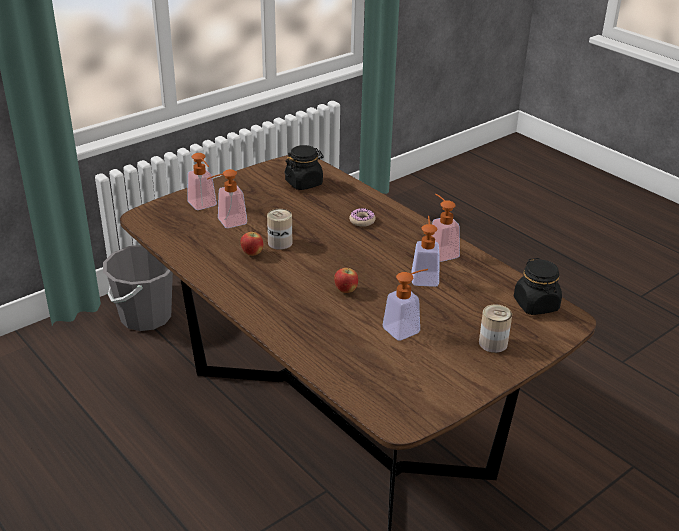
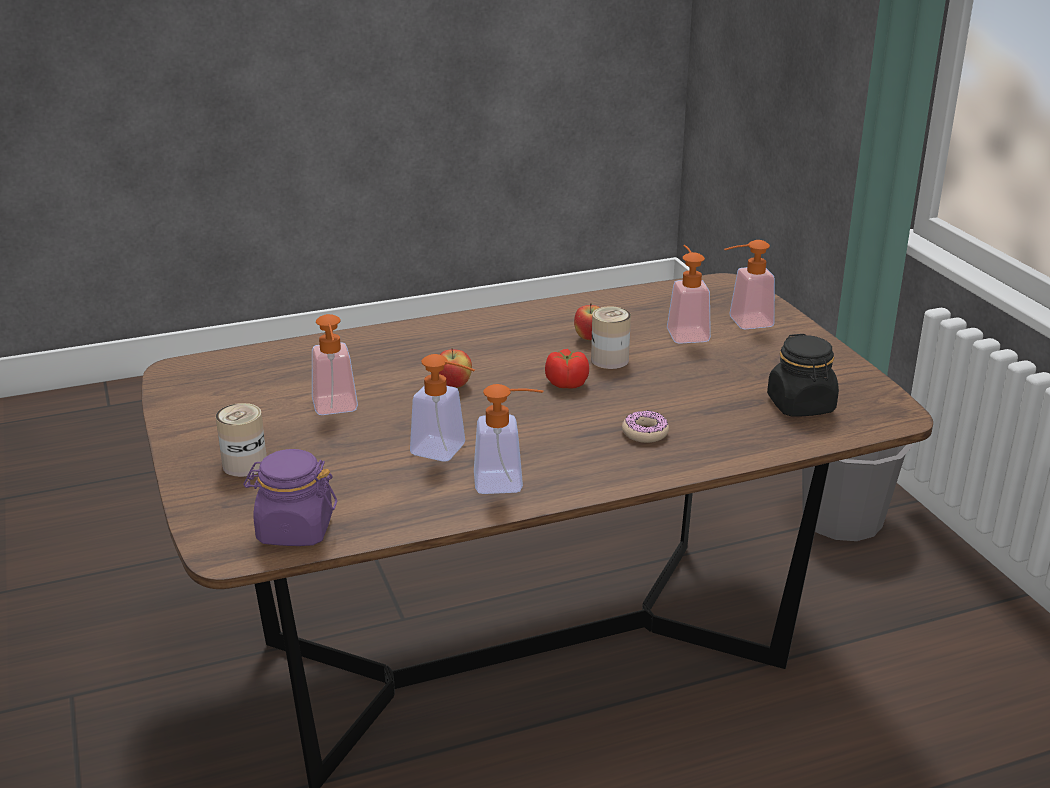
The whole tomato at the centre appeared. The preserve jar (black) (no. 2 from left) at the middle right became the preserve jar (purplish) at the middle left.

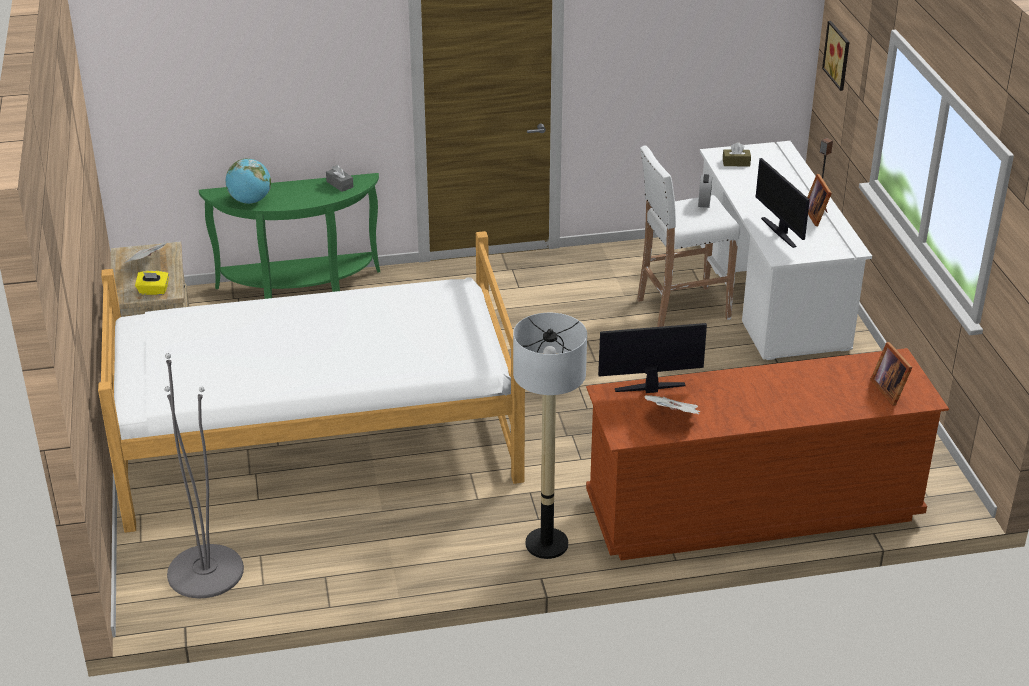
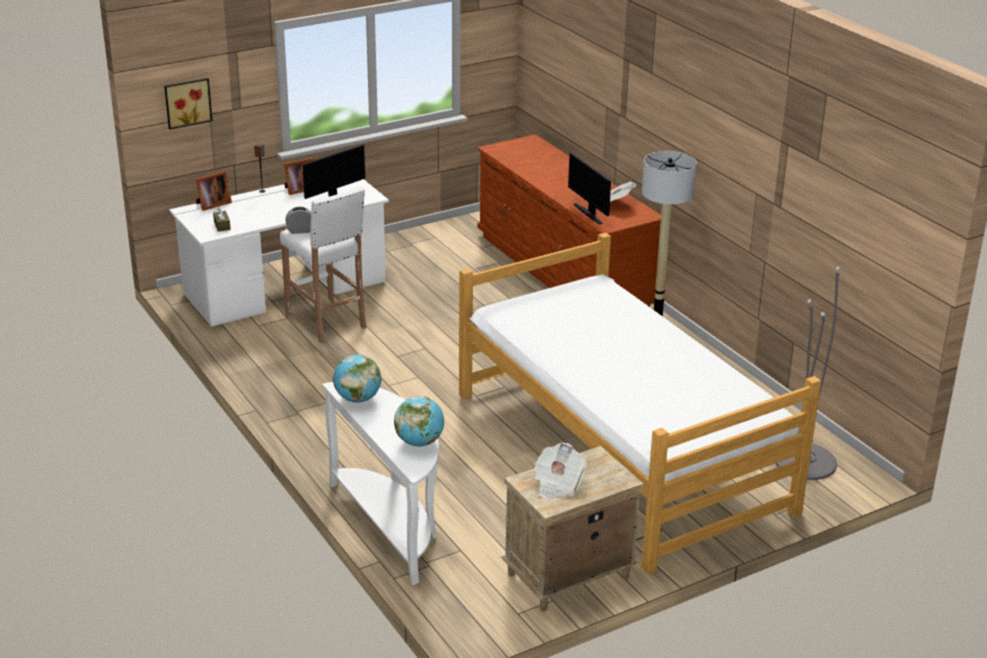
The box of tissues (yellow) at the middle left disappeared. The picture frame (no. 2 from left in the first image) moved from the middle right to the top left. The box of tissues (greyish) at the top left was replaced by the desk globe (no. 1 from left) at the centre. The narrow table (green) at the middle left became the narrow table (whitish) at the bottom centre.

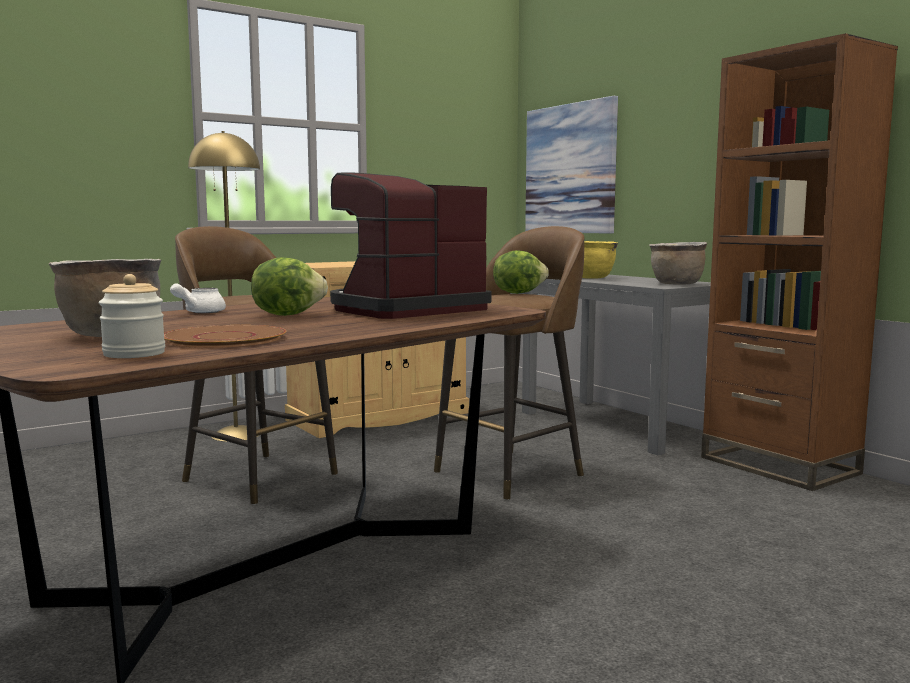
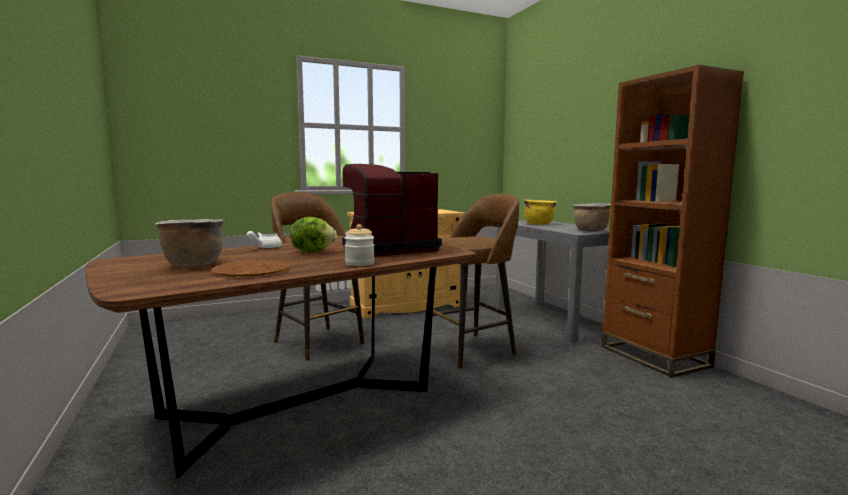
The standard lamp (yellow) at the middle left disappeared. The lettuce head (no. 2 from left) at the centre disappeared. The wall picture at the top centre disappeared. The preserve jar moved from the middle left to the centre.

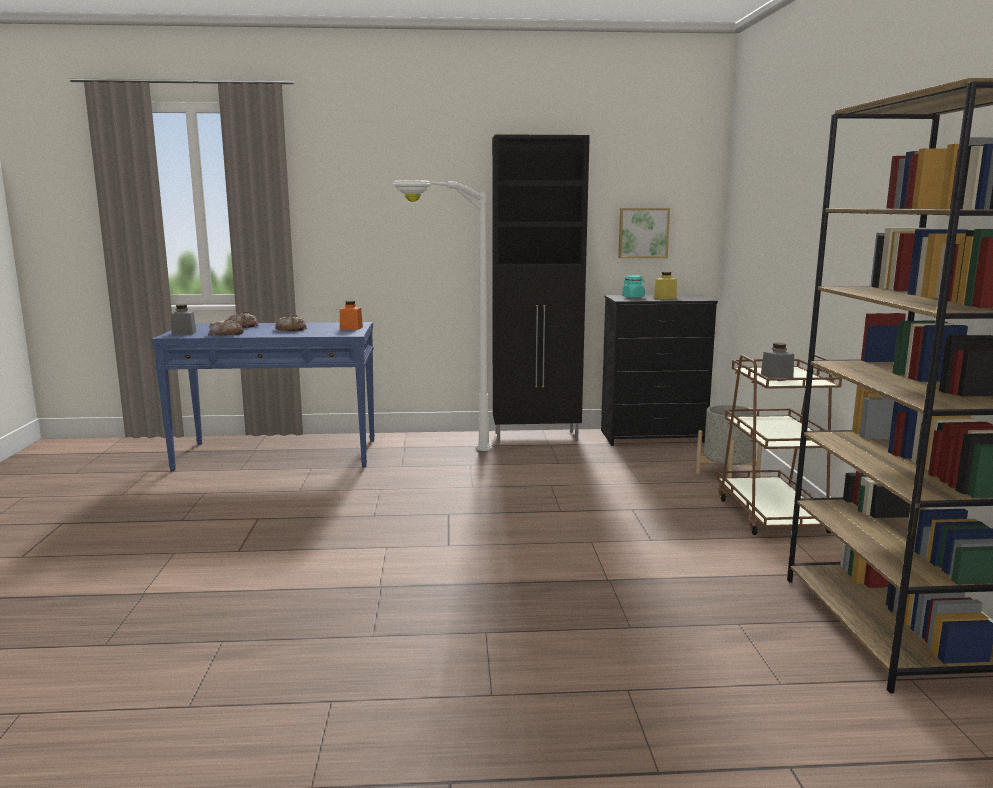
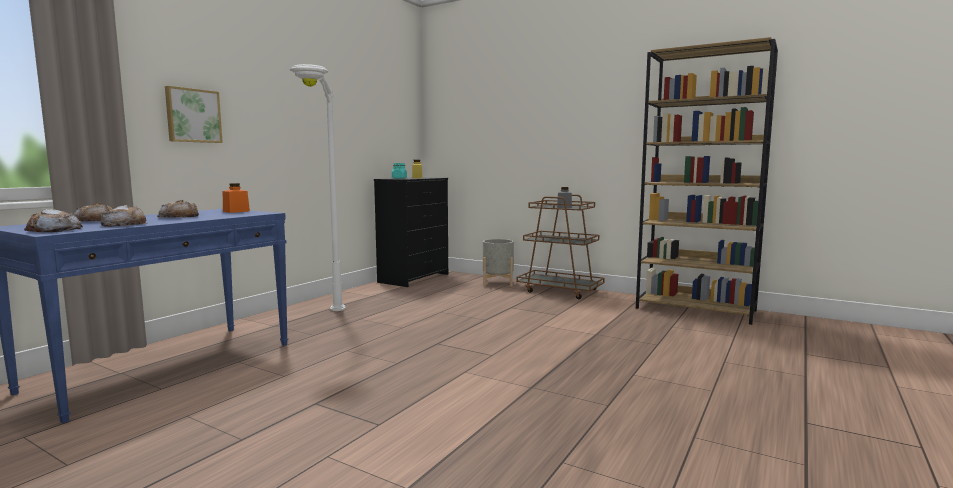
The cabinet (black) at the centre disappeared. The wall picture moved from the top centre to the top left. The preserve jar (greyish) (no. 1 from left) at the middle left was replaced by the bakery bread (no. 1 from left) at the middle left.

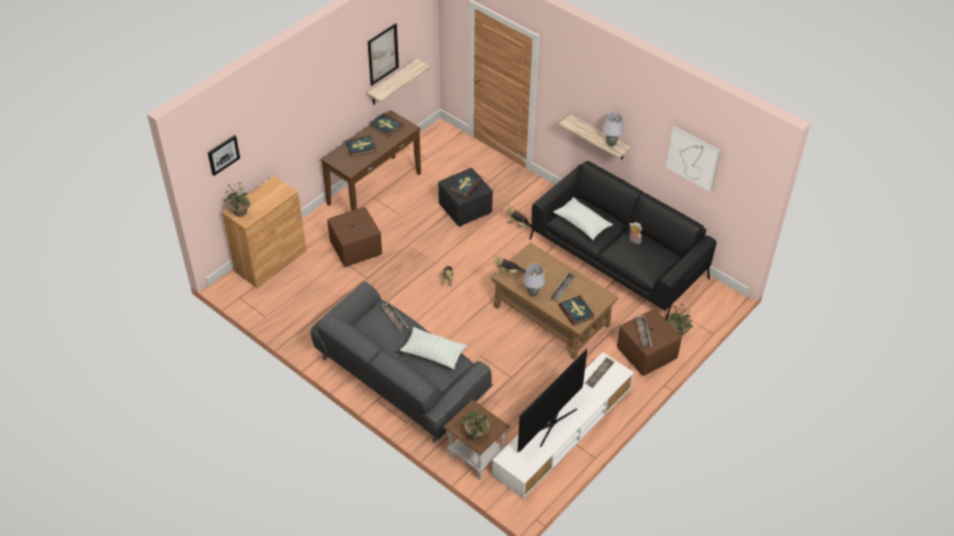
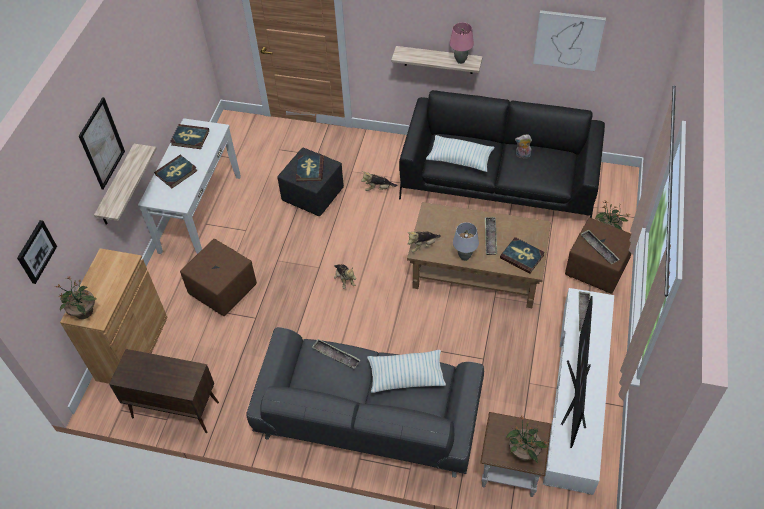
The cabinet (brown) (no. 2 from left) at the bottom left appeared. The bracket shelf (no. 1 from left) moved from the top centre to the middle left. The wall picture (no. 2 from left) moved from the top centre to the top left. The narrow table (brown) at the top centre became the narrow table (whitish) at the middle left. The table lamp (greyish) (no. 2 from left) at the top centre became the table lamp (pinkish) at the top centre.

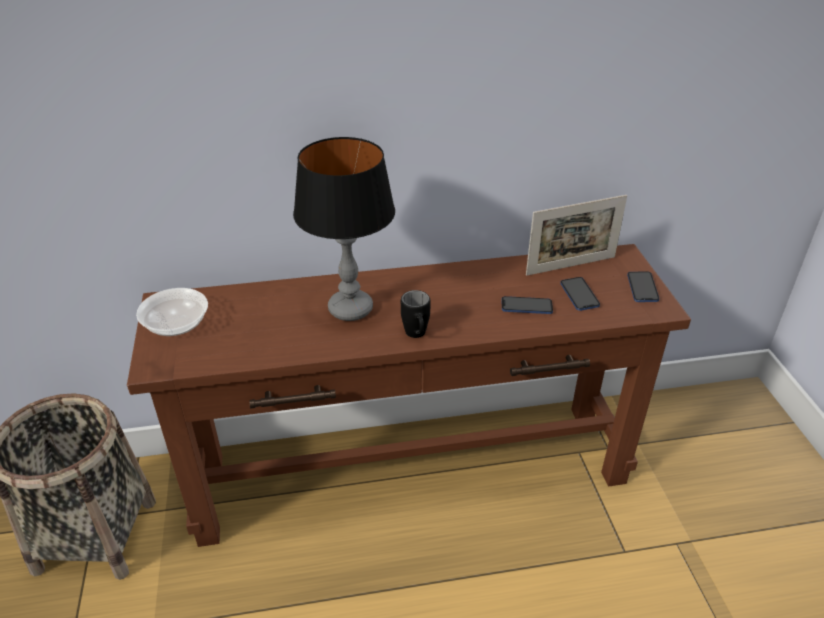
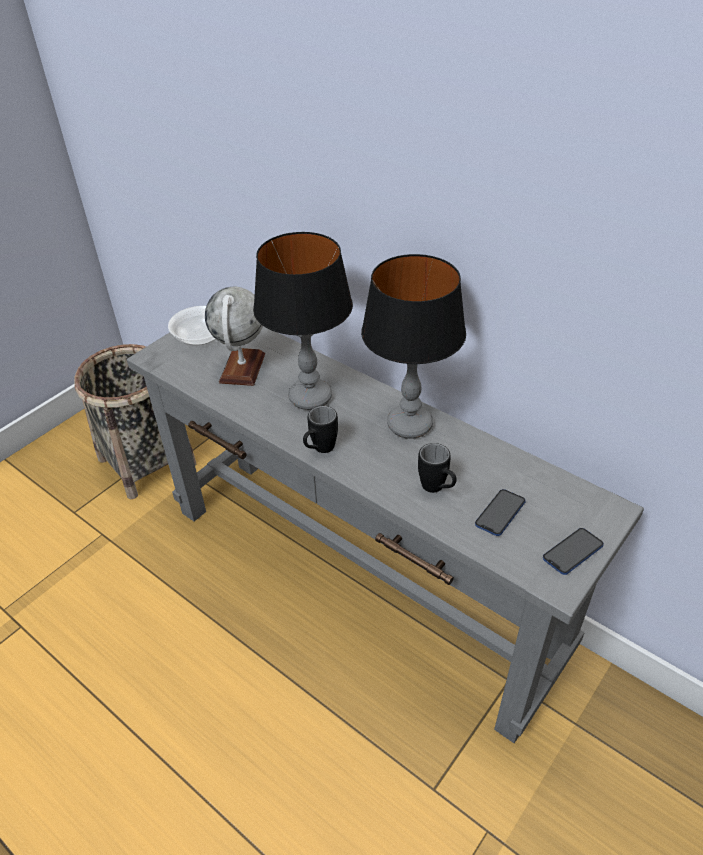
The picture frame at the middle right disappeared. The desk globe at the centre appeared. The table lamp (no. 2 from left) at the centre appeared. The phone (no. 1 from left) at the centre was replaced by the mug (black) (no. 2 from left) at the centre. The narrow table (brown) at the centre became the narrow table (greyish) at the centre.

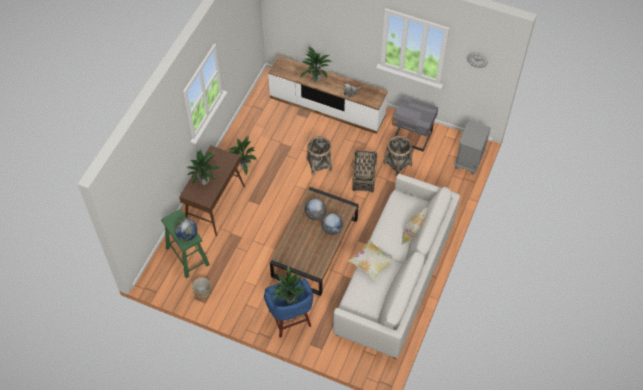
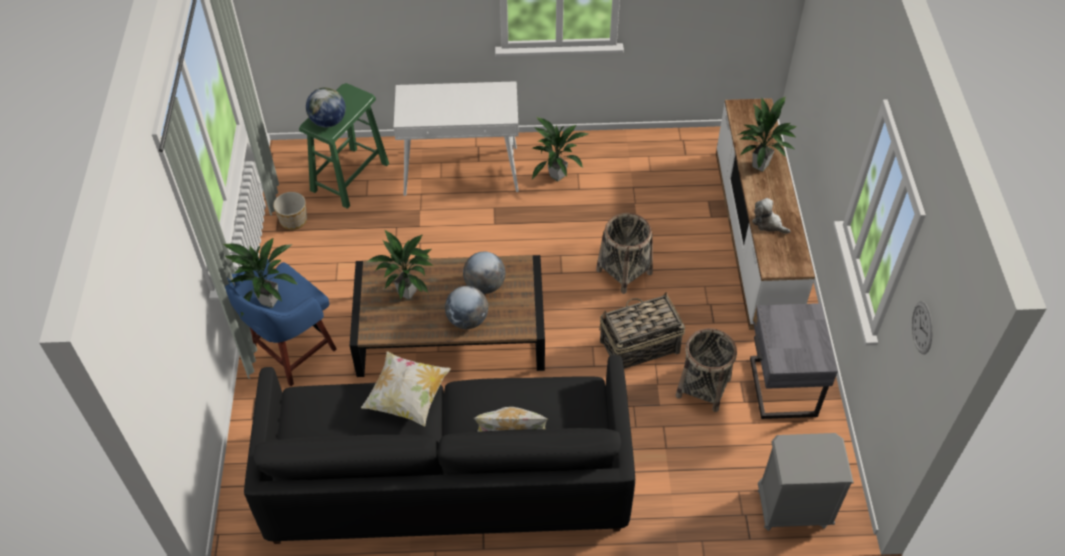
The plant in a pot (no. 1 from left in the first image) moved from the middle left to the centre. The narrow table (brown) at the middle left became the narrow table (whitish) at the top centre. The couch (whitish) at the bottom centre became the couch (black) at the bottom centre.

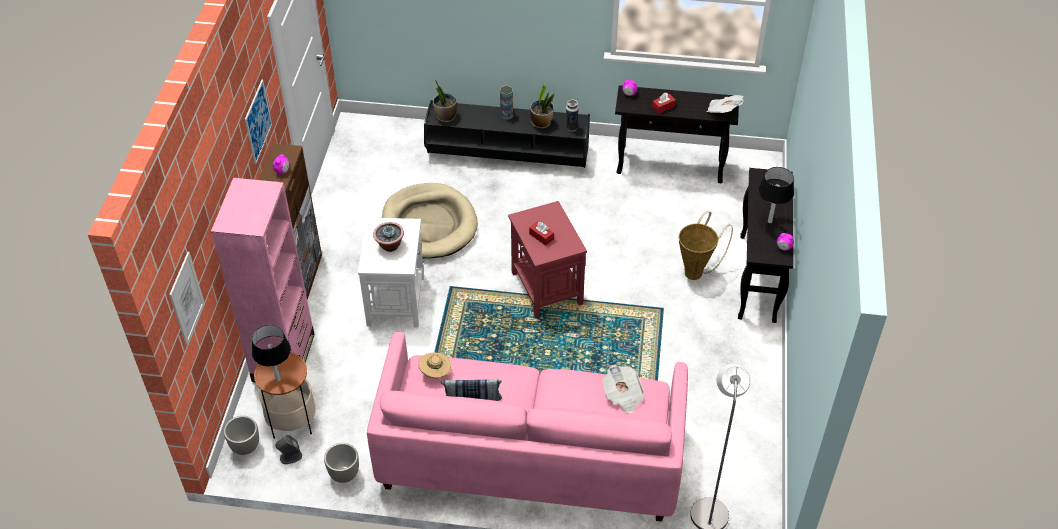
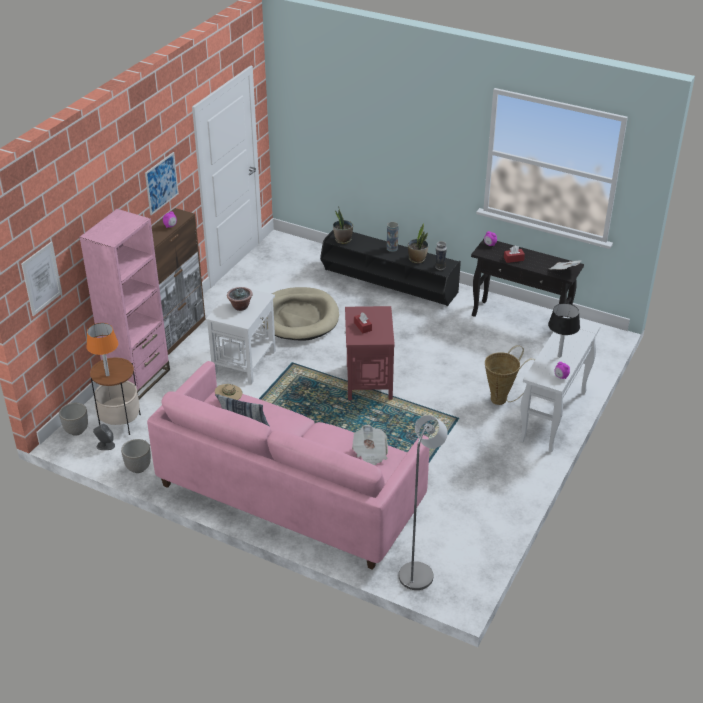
The table lamp (black) (no. 1 from left) at the bottom left became the table lamp (orangey) at the middle left. The narrow table (black) (no. 2 from left) at the middle right became the narrow table (whitish) at the middle right.

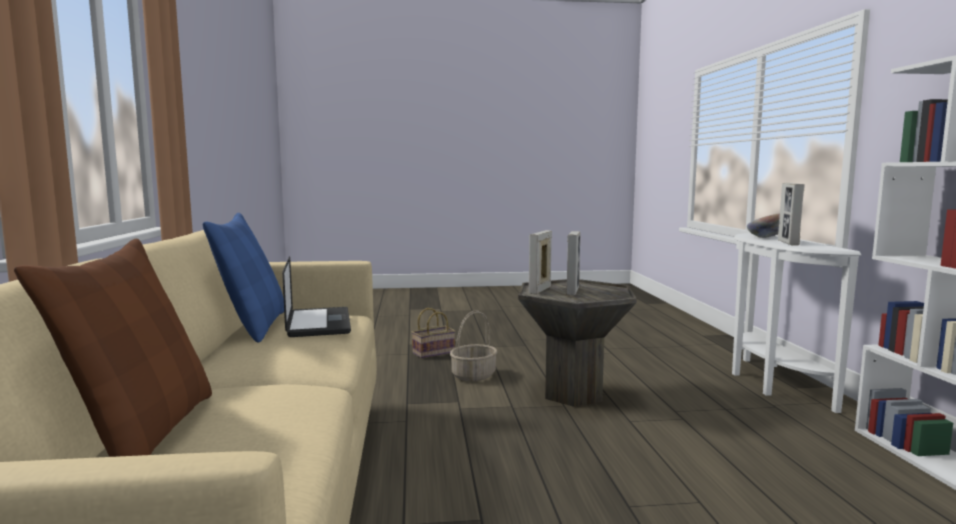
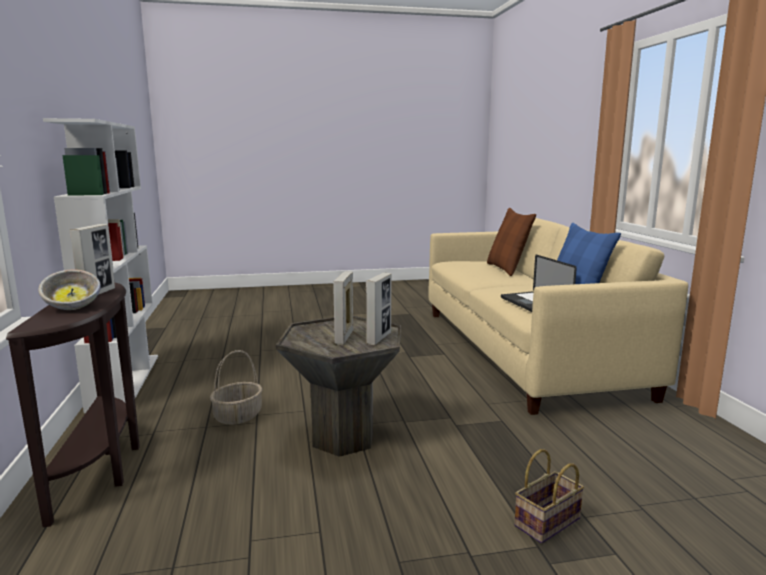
The household basket (no. 2 from left in the first image) moved from the centre to the bottom left. The narrow table (whitish) at the middle right became the narrow table (brown) at the bottom left.

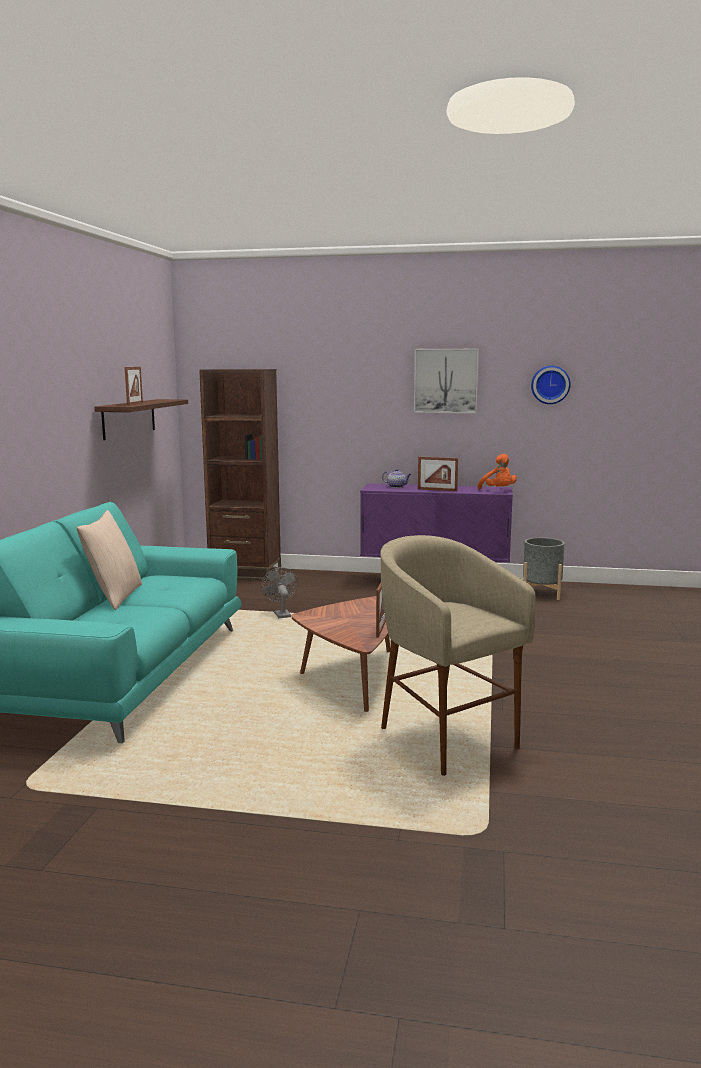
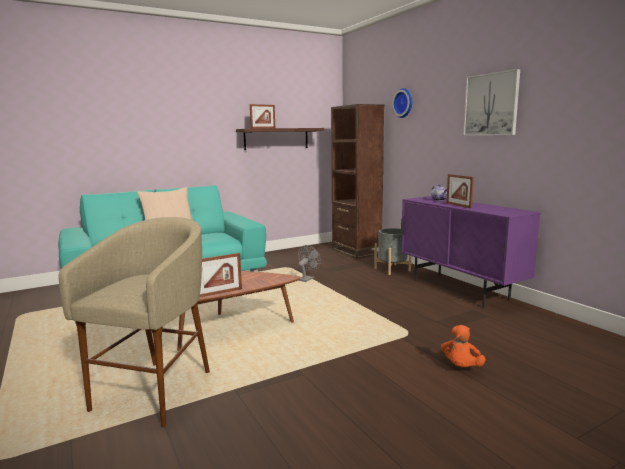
The plush toy (orangey) moved from the middle right to the bottom right. The flower pot (greyish) moved from the middle right to the centre. The hanging clock moved from the middle right to the top centre.

